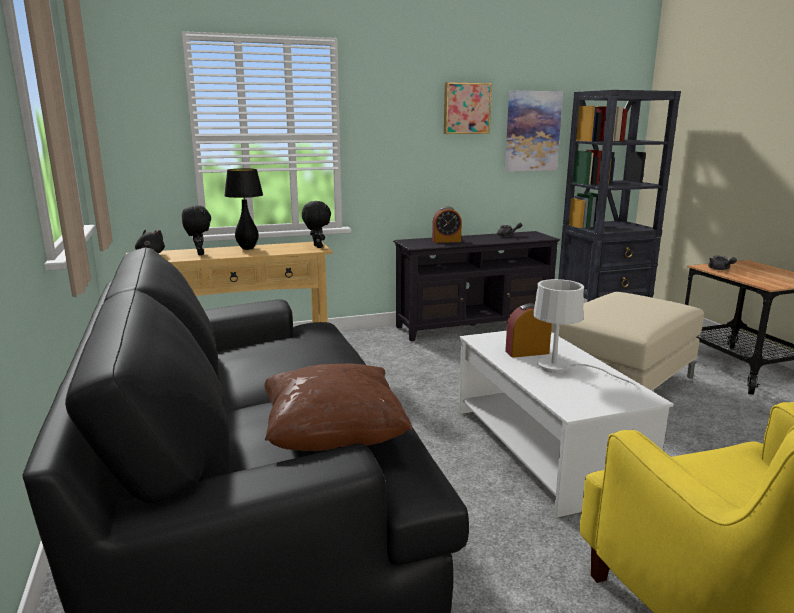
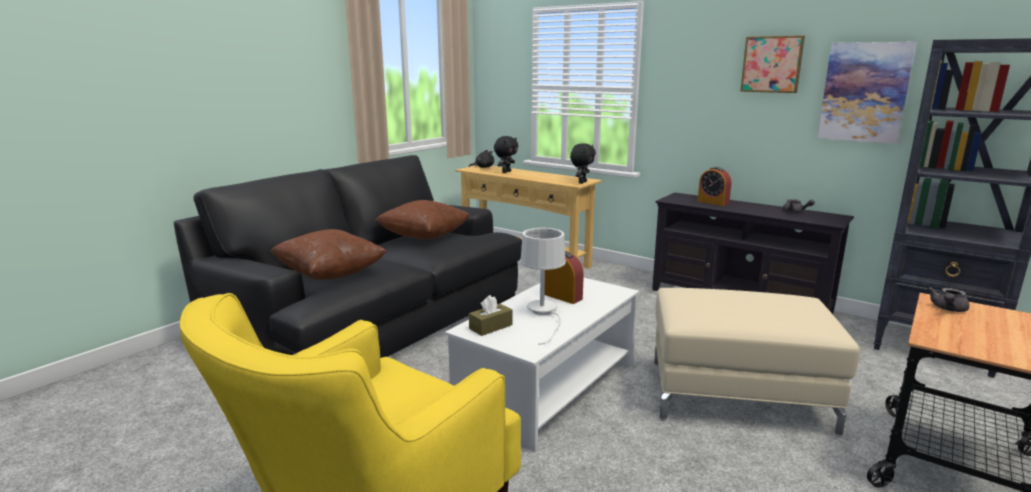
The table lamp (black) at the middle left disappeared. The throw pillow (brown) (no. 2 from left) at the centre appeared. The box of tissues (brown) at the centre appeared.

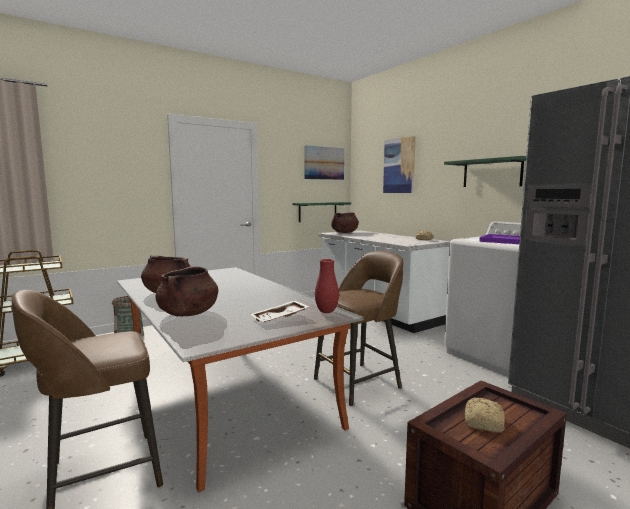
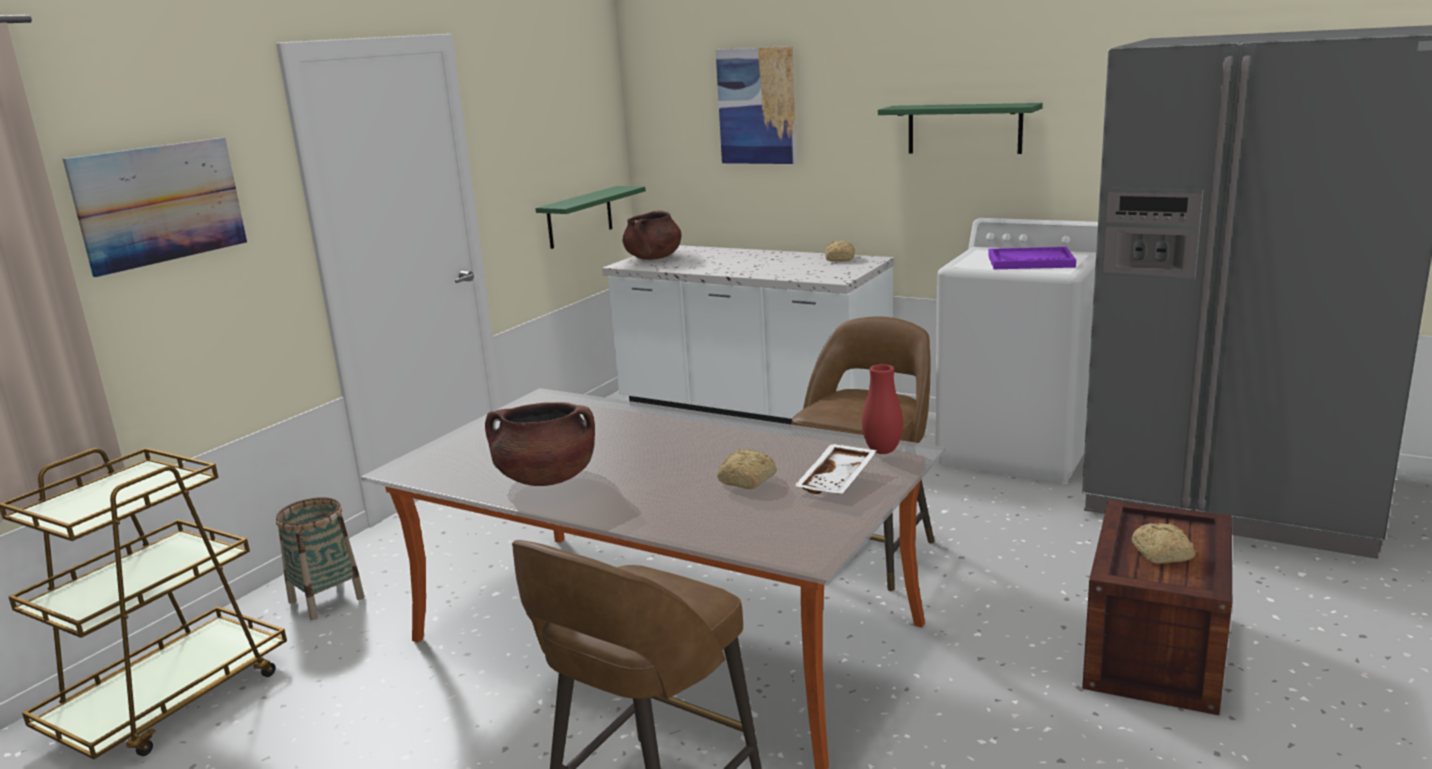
The cooking pot (brown) (no. 2 from left) at the middle left disappeared. The bakery bread (no. 1 from left) at the centre appeared. The wall picture (no. 1 from left) moved from the top centre to the top left.

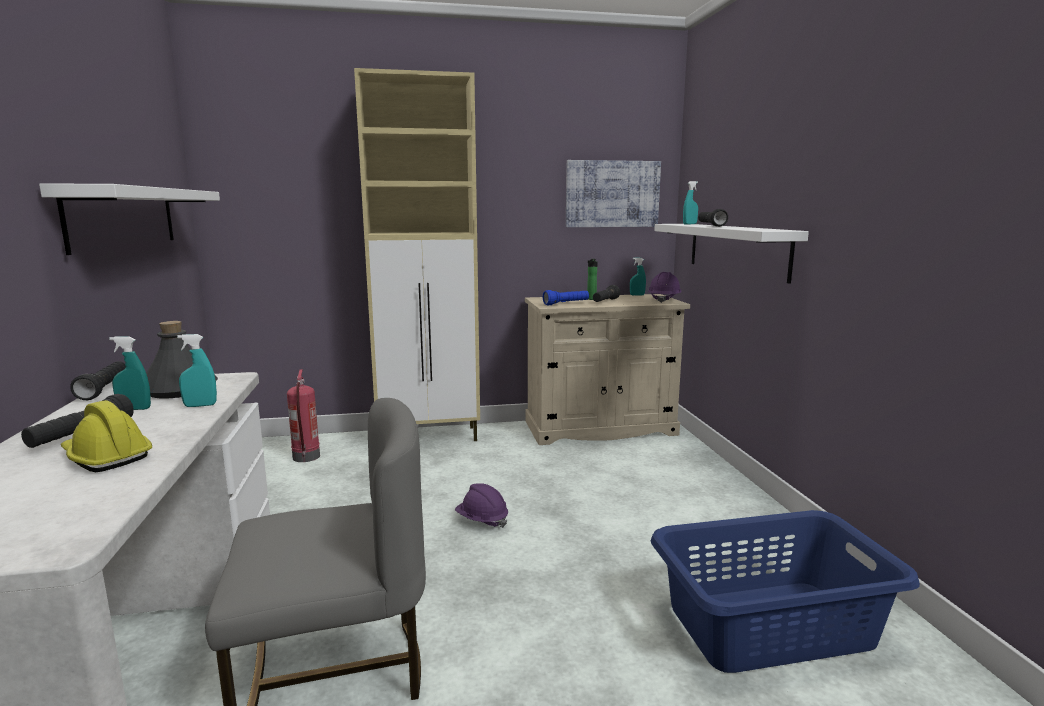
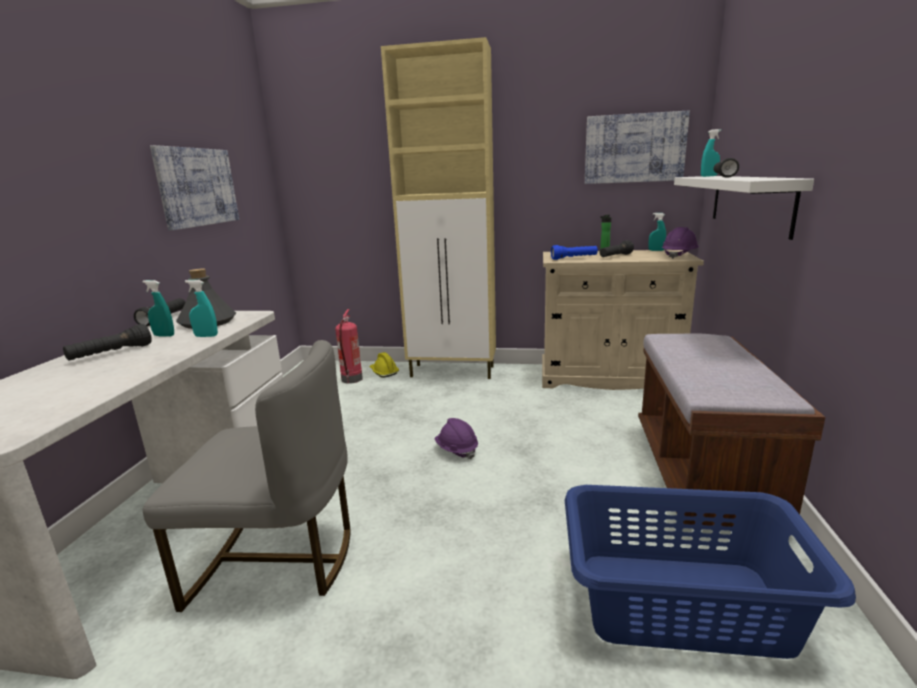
The indoor bench (brown) at the middle right appeared. The work helmet (yellow) moved from the middle left to the centre. The bracket shelf (whitish) (no. 1 from left) at the top left was replaced by the wall picture (no. 1 from left) at the top left.

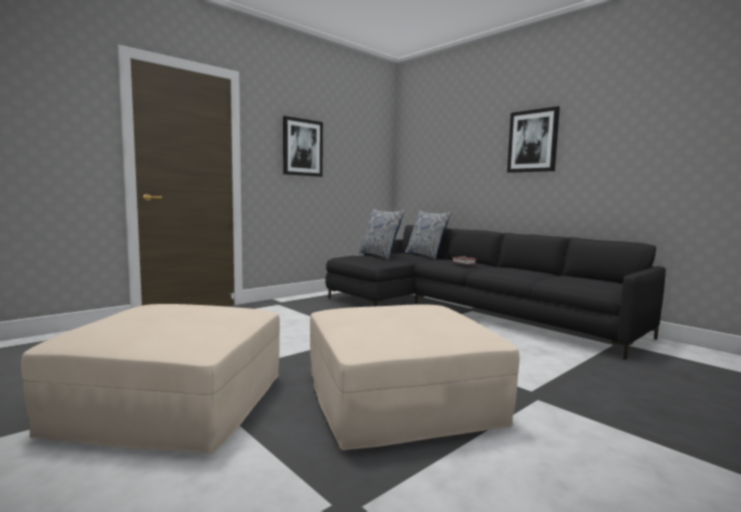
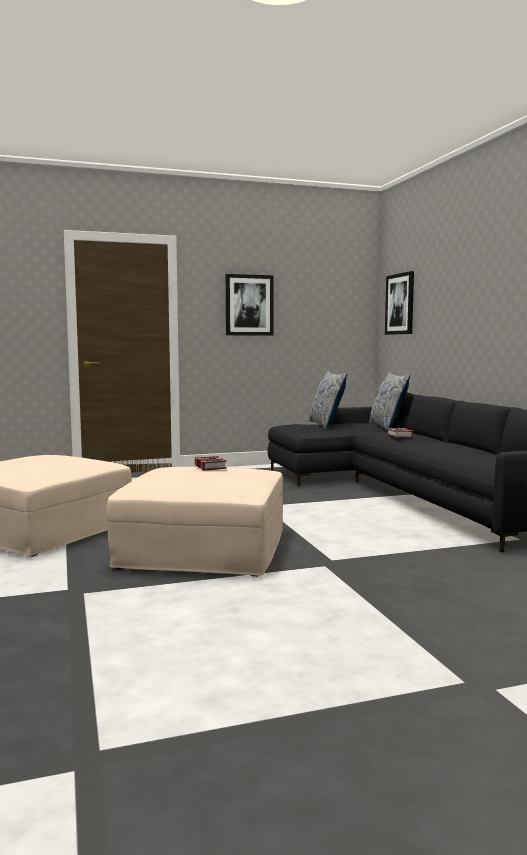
The bound book (no. 1 from left) at the centre appeared. The wall picture (no. 2 from left) moved from the top right to the middle right.

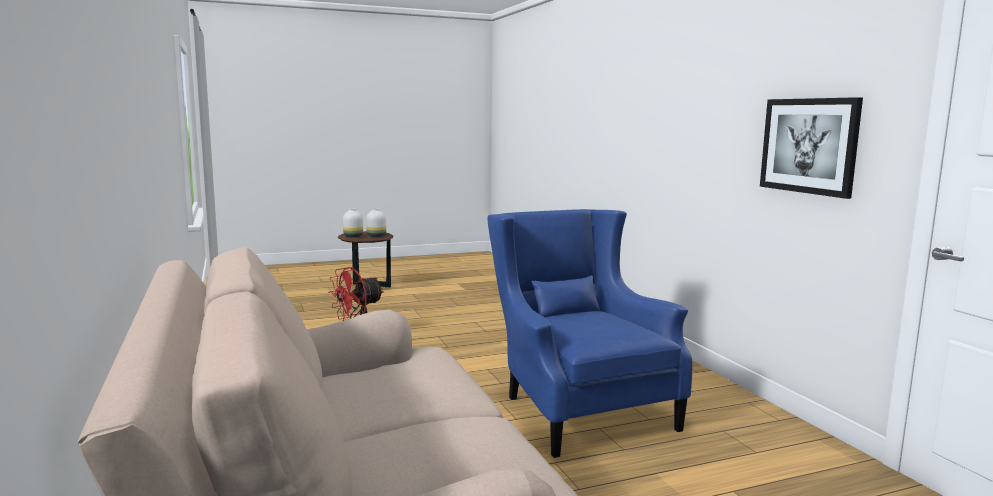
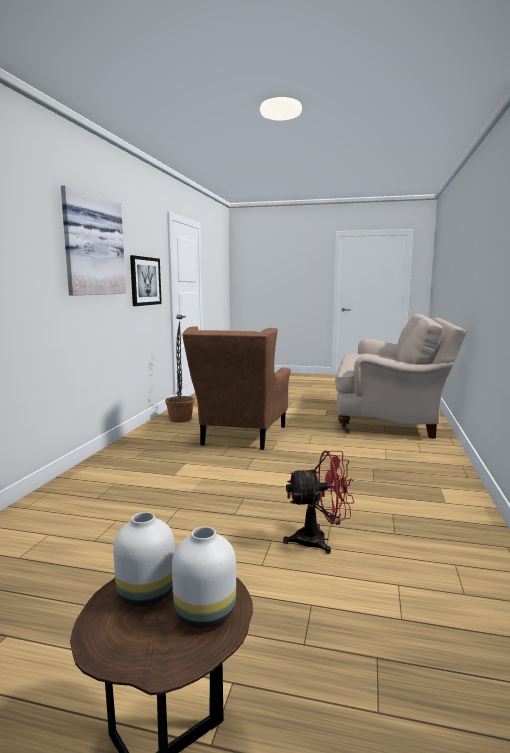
The wall picture (no. 1 from left) at the top left appeared. The plant in a pot at the centre appeared. The easy chair (blue) at the bottom centre became the easy chair (brown) at the centre.

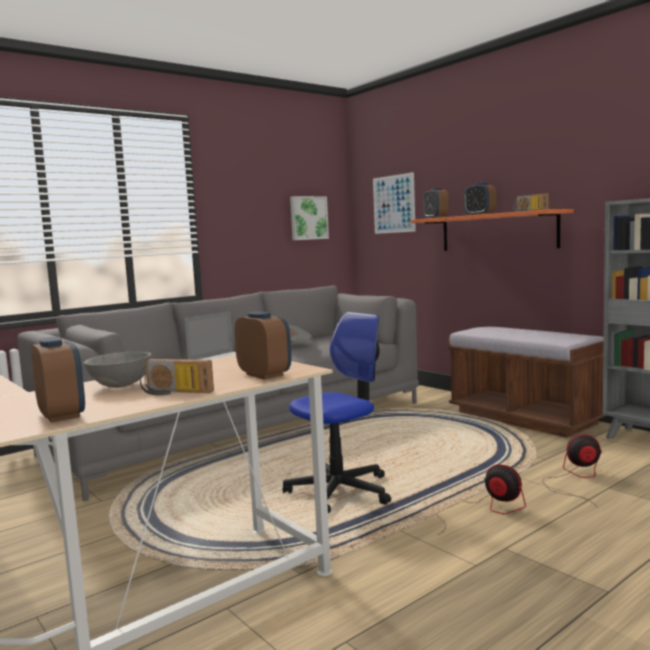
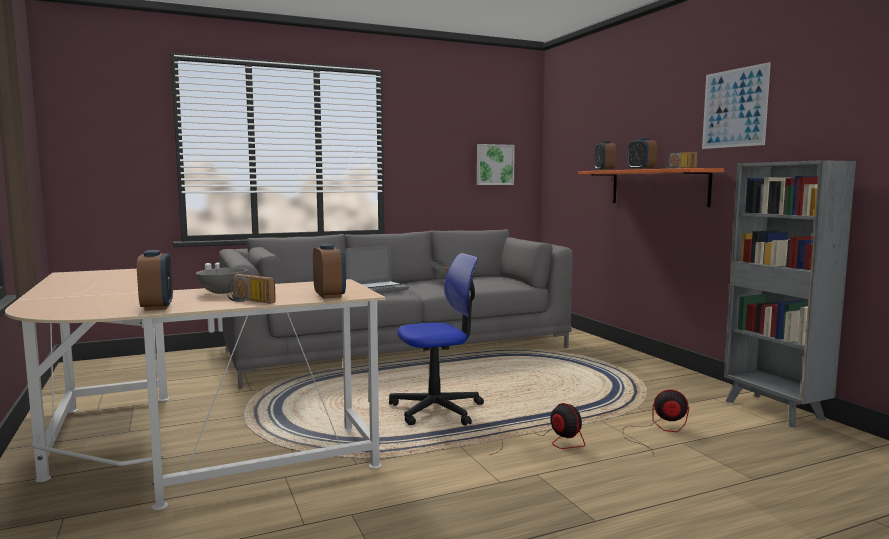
The indoor bench (brown) at the middle right disappeared. The wall picture (no. 2 from left) moved from the top centre to the top right.

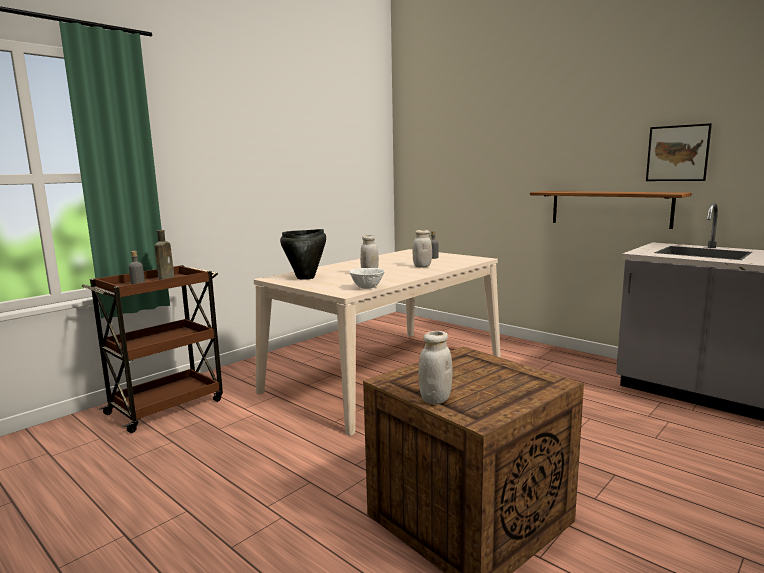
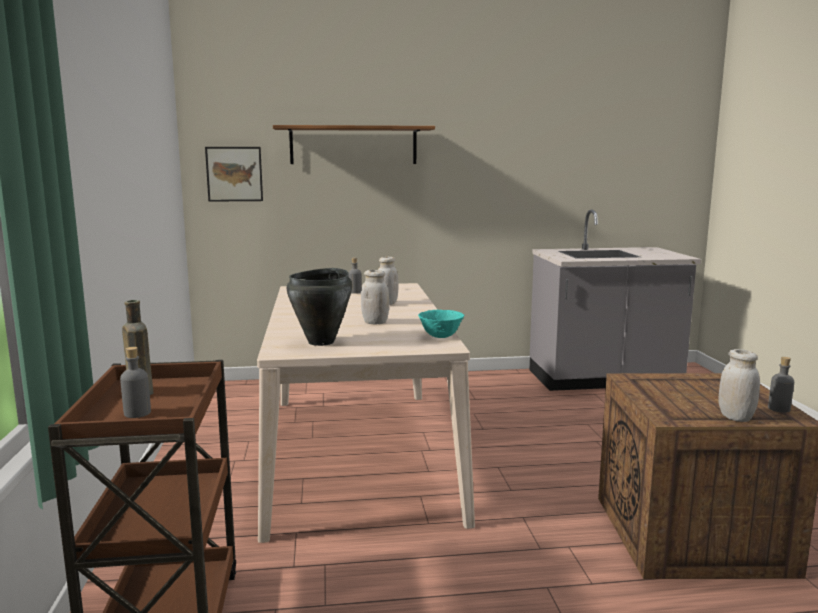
The beverage bottle (greyish) (no. 3 from left) at the middle right appeared. The bracket shelf moved from the middle right to the top centre. The wall picture moved from the top right to the top left. The deep dish (whitish) at the centre became the deep dish (turquoise-coloured) at the centre.

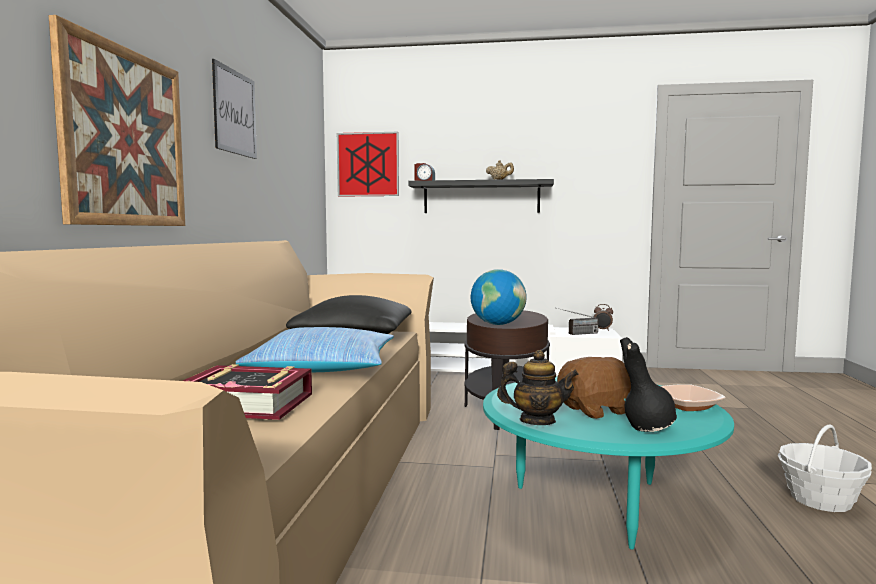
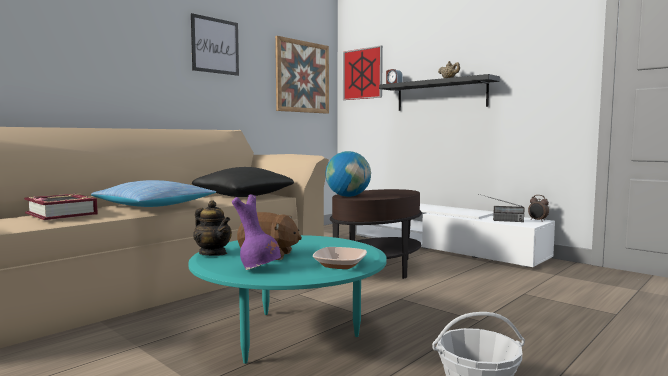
The wall picture (no. 1 from left in the first image) moved from the top left to the top centre. The flower vase (black) at the middle right became the flower vase (purplish) at the centre.

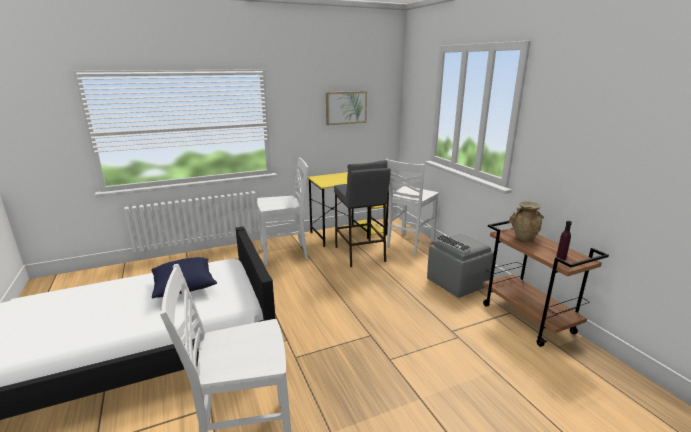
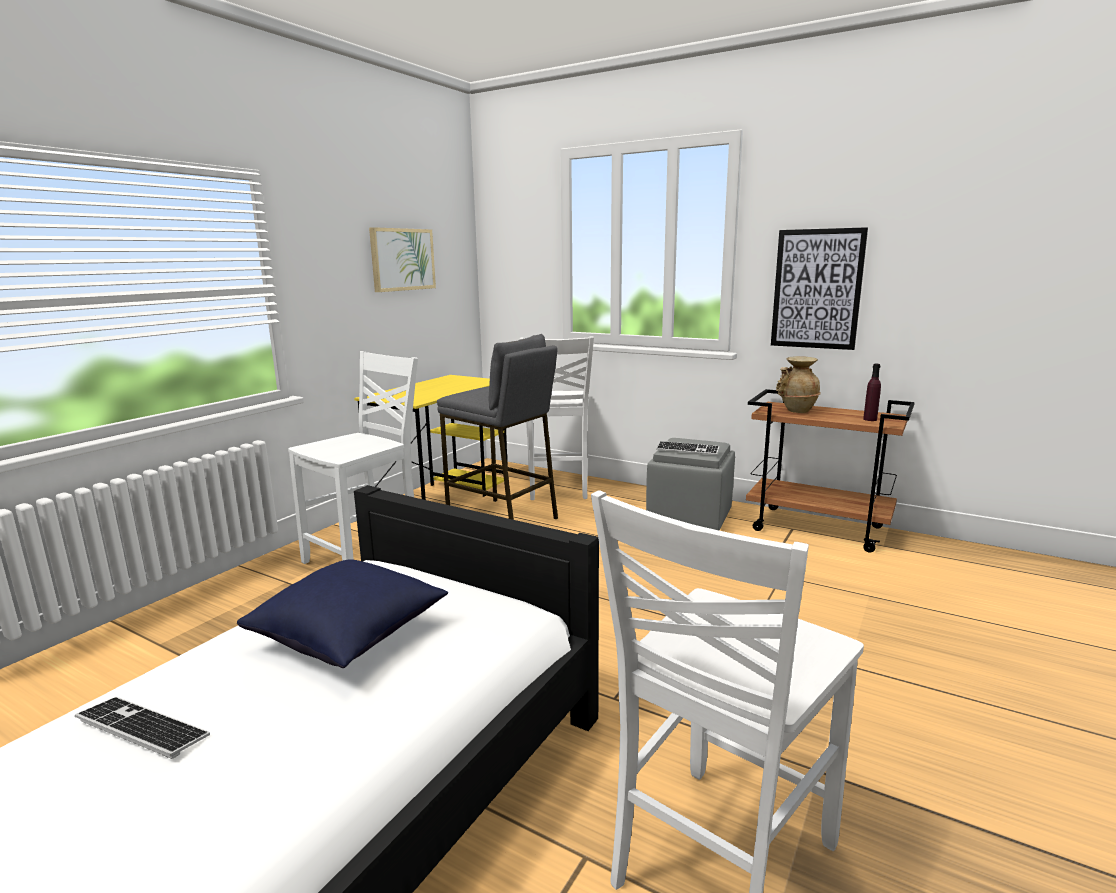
The keyboard (no. 1 from left) at the bottom left appeared. The wall picture (no. 2 from left) at the top right appeared.

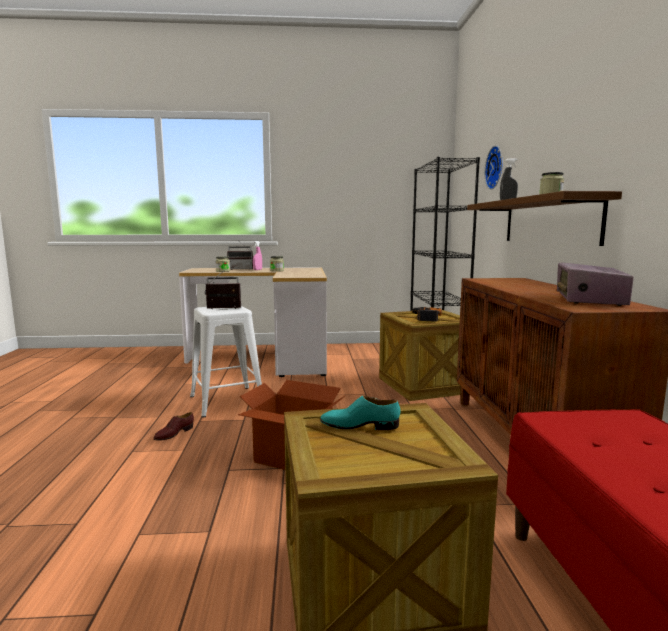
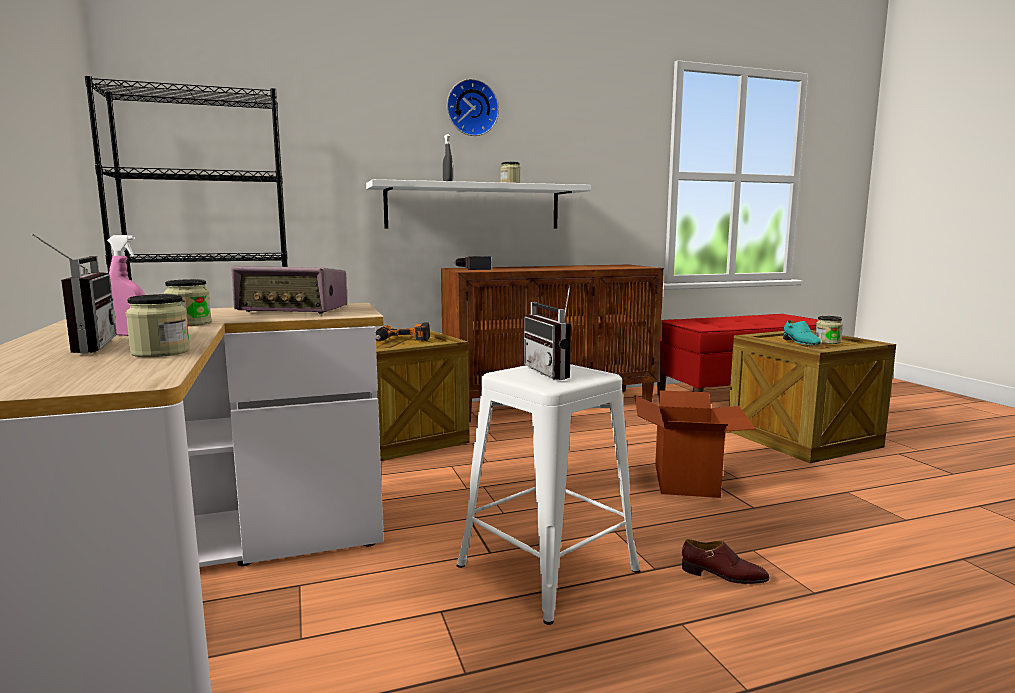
The electric drill (no. 2 from left) at the centre appeared. The preserve jar (no. 4 from left) at the middle right appeared. The hanging clock moved from the top right to the top centre. The radio (no. 3 from left in the first image) moved from the middle right to the middle left. The bracket shelf (brown) at the middle right became the bracket shelf (whitish) at the top centre.

